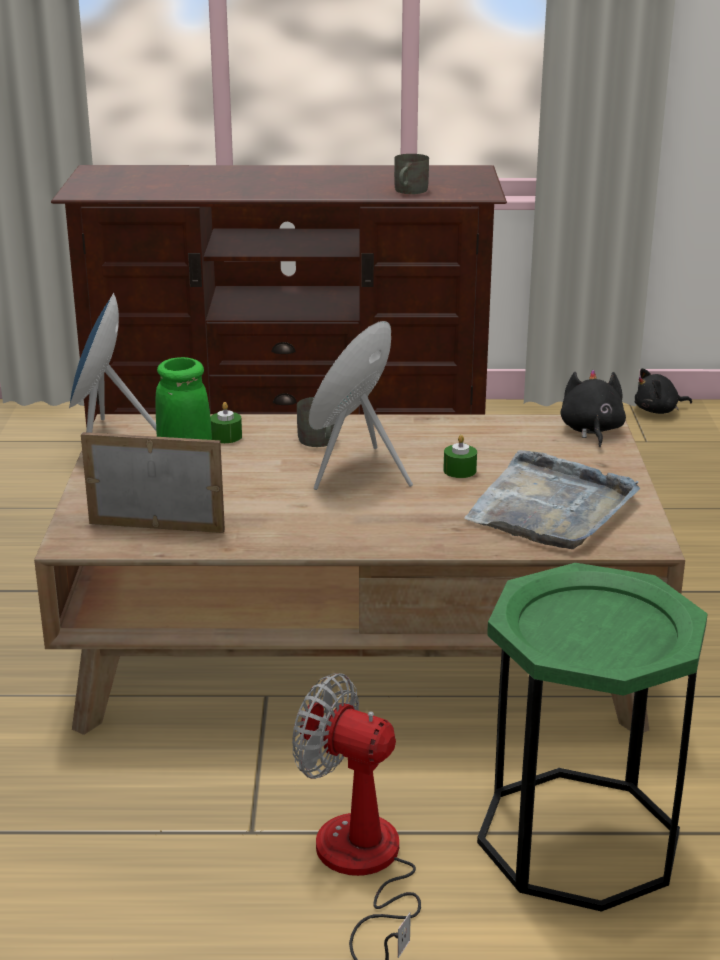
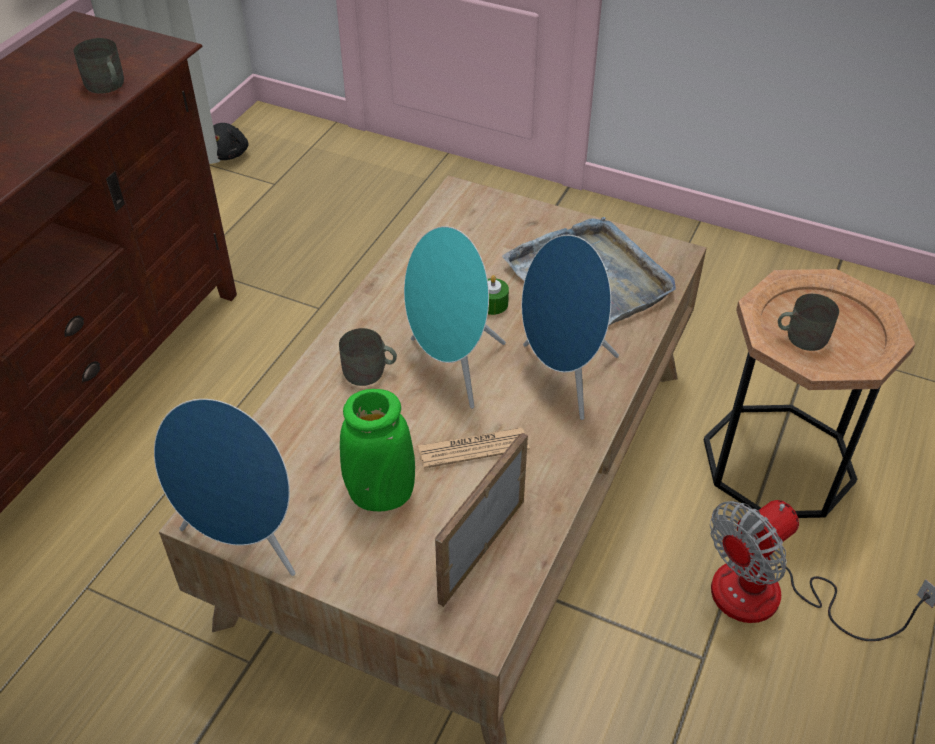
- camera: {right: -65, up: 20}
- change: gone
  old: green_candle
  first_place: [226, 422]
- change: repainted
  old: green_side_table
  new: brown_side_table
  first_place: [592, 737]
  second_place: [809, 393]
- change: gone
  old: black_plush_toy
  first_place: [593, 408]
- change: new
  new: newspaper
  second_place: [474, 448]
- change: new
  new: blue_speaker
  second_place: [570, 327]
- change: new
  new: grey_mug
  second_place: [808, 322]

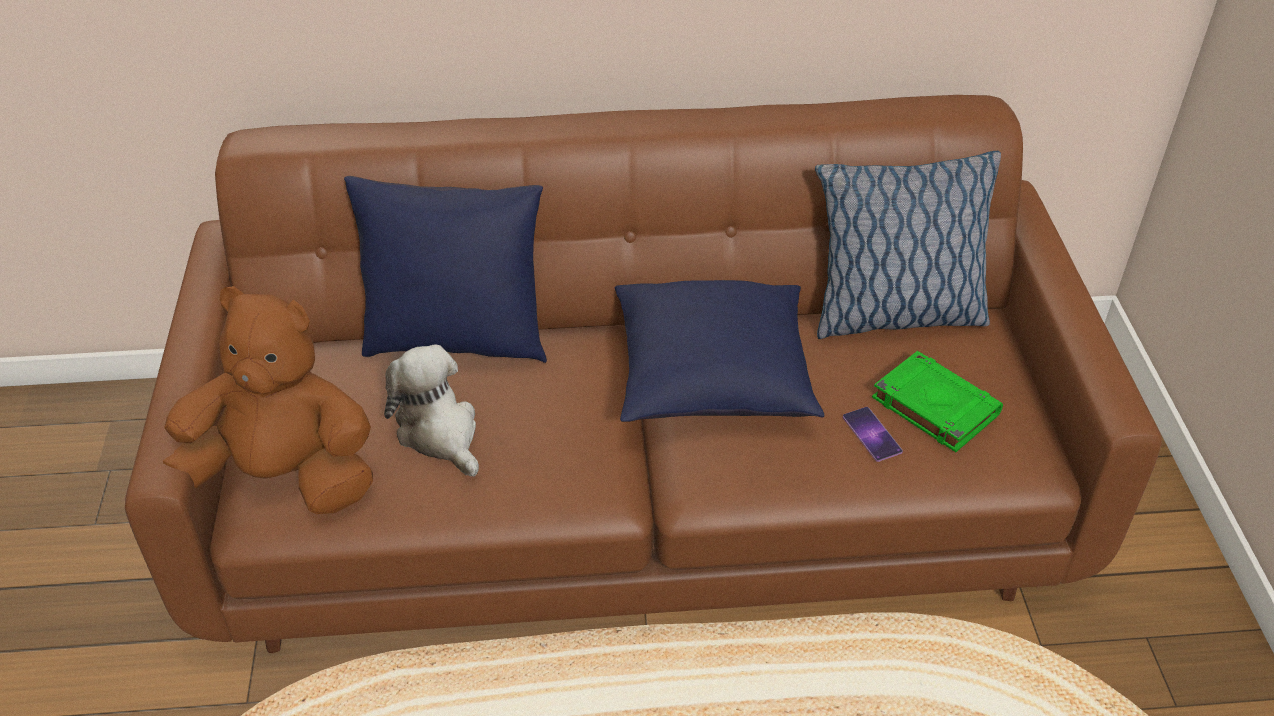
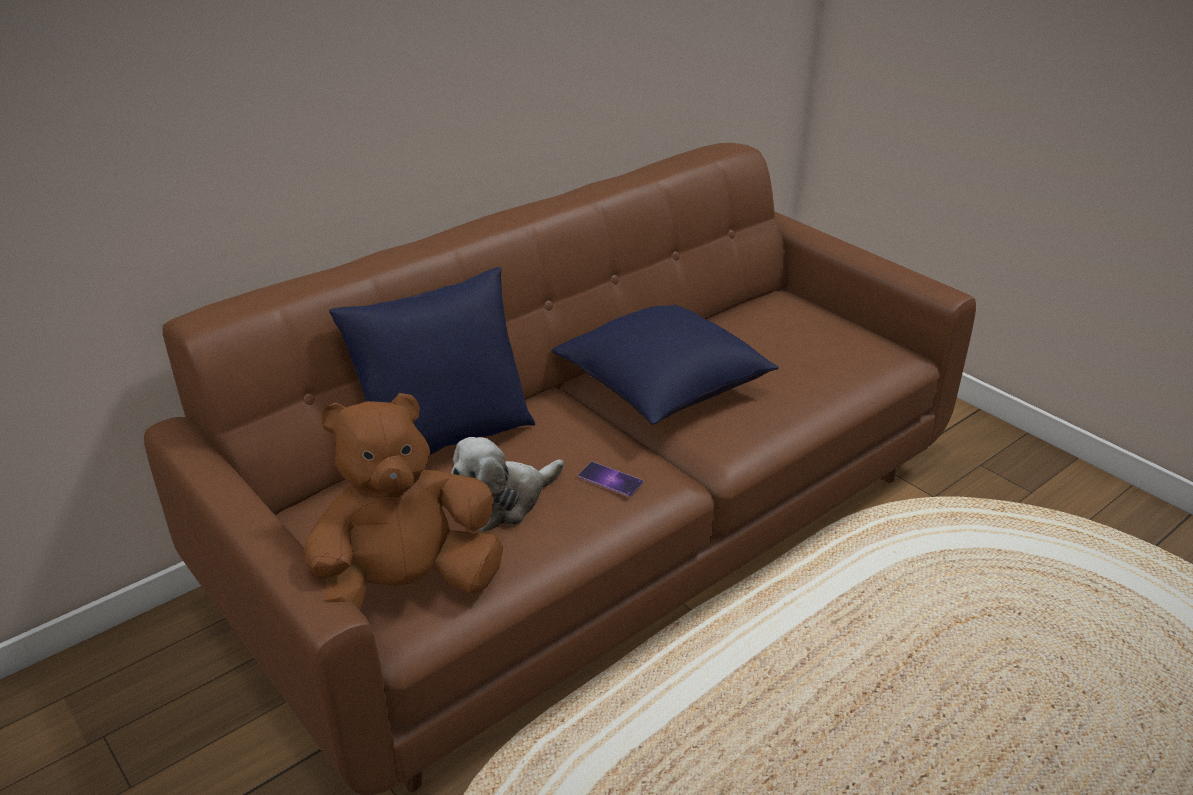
- camera: {right: -35, up: -10}
- change: rotated
  old: plush_toy
  first_place: [431, 410]
  second_place: [507, 484]
  degrees: -60
- change: gone
  old: pillow
  first_place: [908, 245]
- change: shifted
  old: phone
  first_place: [873, 434]
  second_place: [611, 479]
- change: gone
  old: green_book
  first_place: [937, 401]

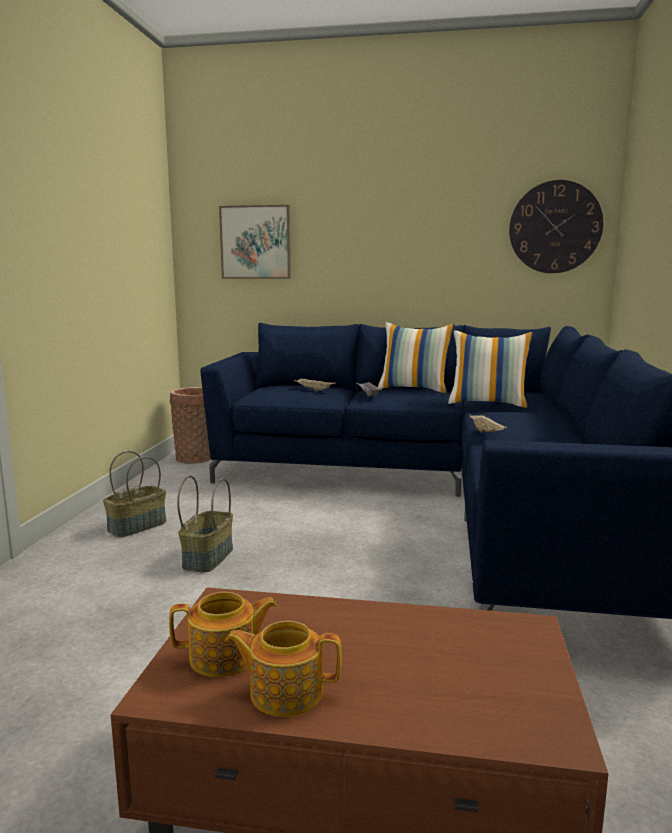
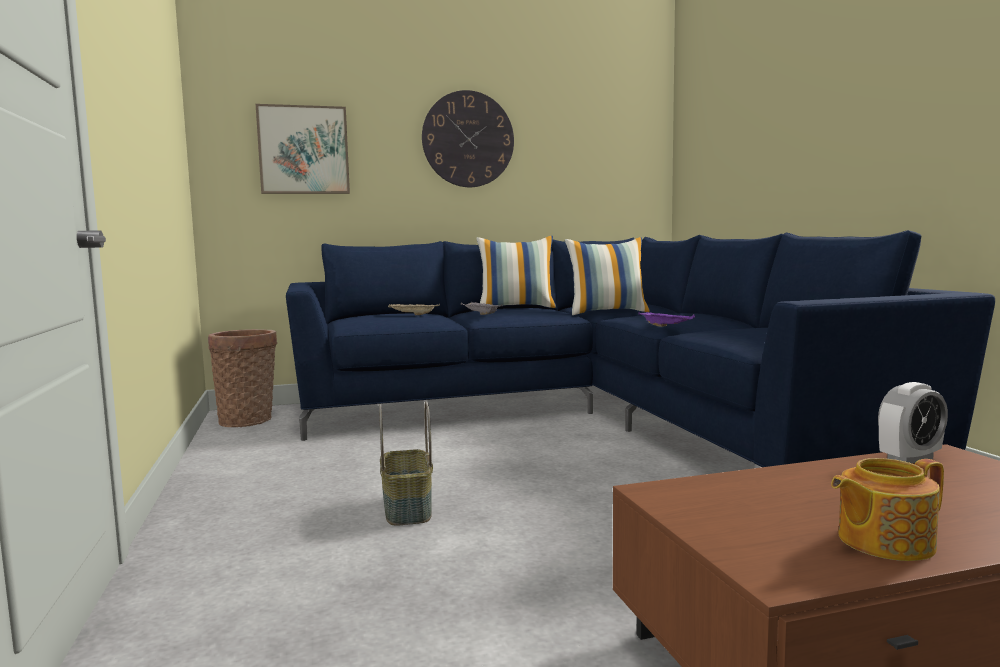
- camera: {right: -25, up: -5}
- change: gone
  old: basket
  first_place: [134, 494]
- change: gone
  old: teapot
  first_place: [223, 634]
- change: repainted
  old: beige_tray
  new: purple_tray
  first_place: [488, 423]
  second_place: [666, 319]
- change: shifted
  old: wall_clock
  first_place: [556, 226]
  second_place: [468, 138]
- change: new
  new: alarm_clock
  second_place: [913, 422]

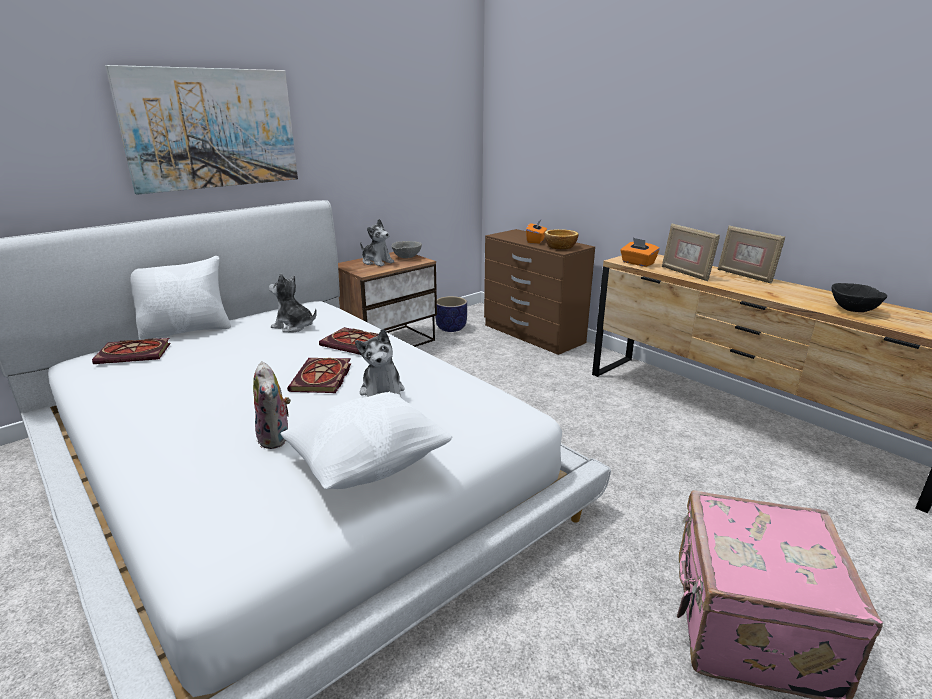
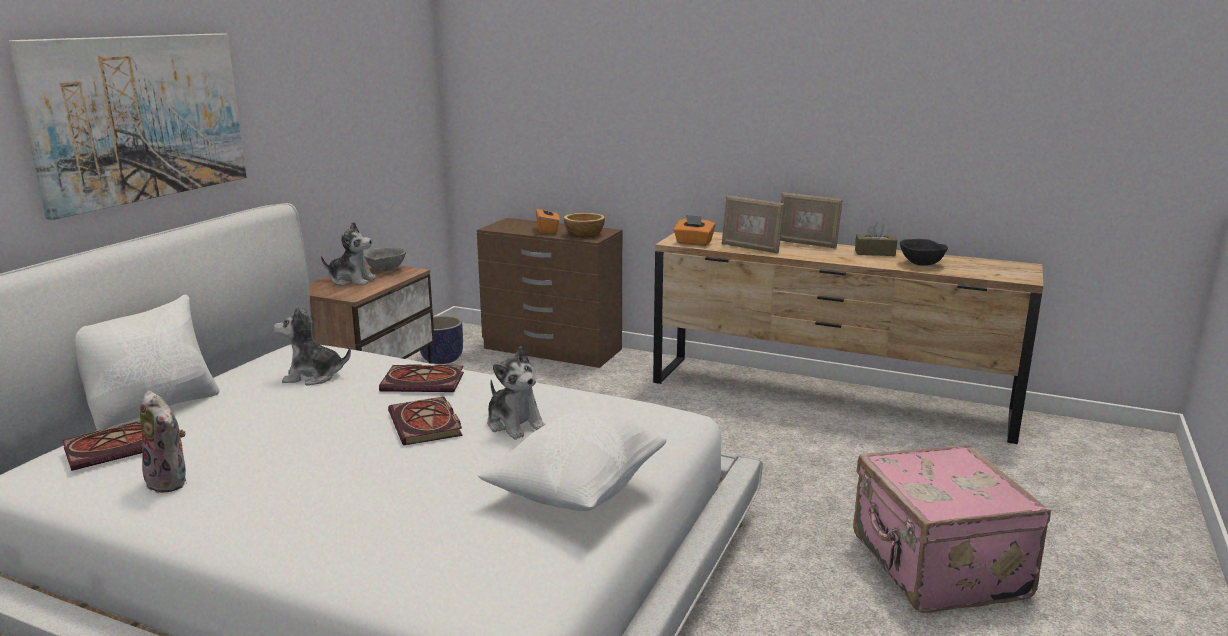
- camera: {right: -25, up: -5}
- change: shifted
  old: plush_toy
  first_place: [272, 405]
  second_place: [163, 442]
- change: new
  new: brown_tissue_box
  second_place: [876, 239]

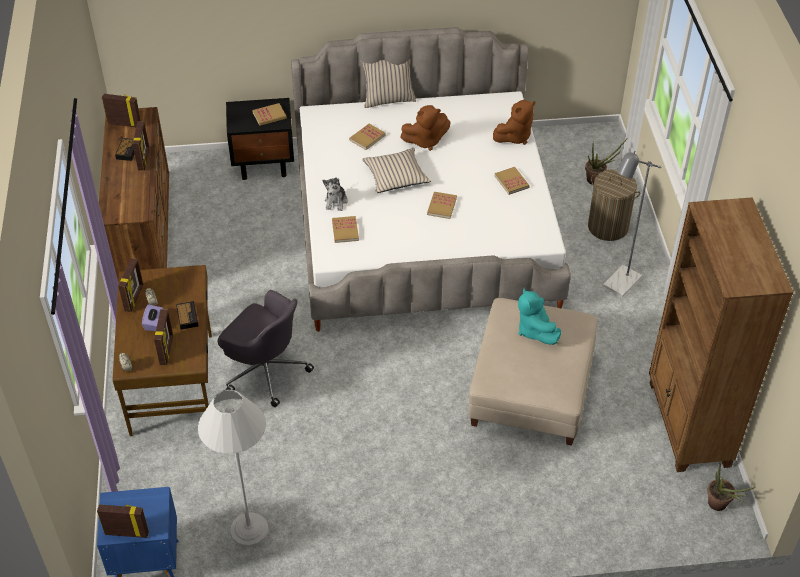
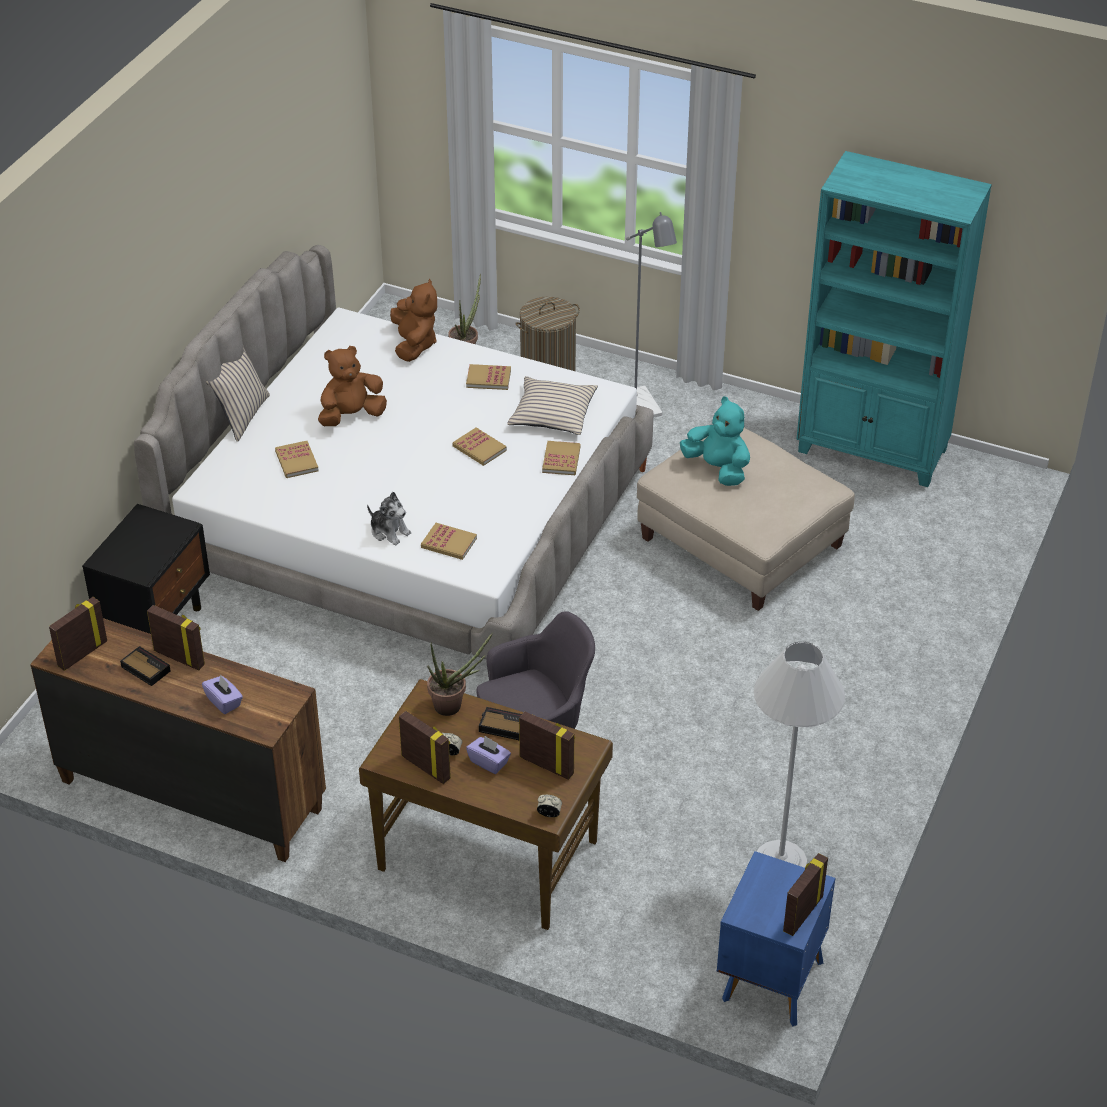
- camera: {right: -60, up: -5}
- change: shifted
  old: book
  first_place: [269, 114]
  second_place: [561, 458]
- change: shifted
  old: beige_pillow
  first_place: [396, 170]
  second_place: [552, 405]
- change: rotated
  old: brown_plush_toy
  first_place: [425, 128]
  second_place: [352, 386]
  degrees: -135
- change: rotated
  old: turquoise_plush_toy
  first_place: [539, 316]
  second_place: [715, 441]
  degrees: -150
- change: repainted
  old: brown_bookcase
  new: turquoise_bookcase
  first_place: [721, 334]
  second_place: [894, 319]
- change: shifted
  old: potted_plant
  first_place: [731, 485]
  second_place: [460, 674]
- change: new
  new: purple_tissue_box
  second_place: [222, 694]

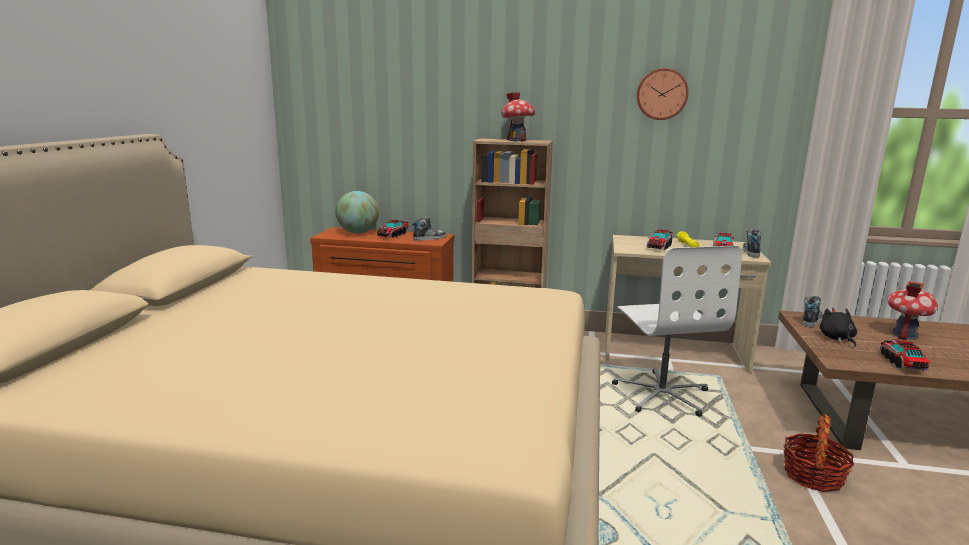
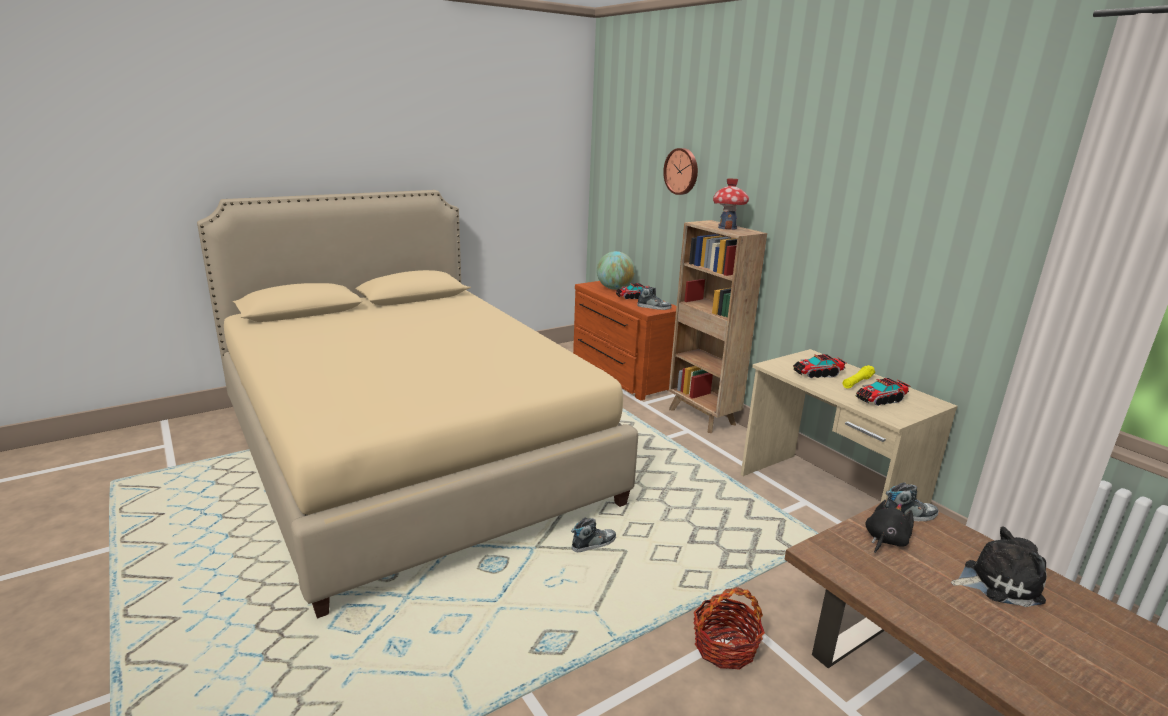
- camera: {right: 45, up: 5}
- change: gone
  old: white_office_chair
  first_place: [677, 331]
- change: shifted
  old: wall_clock
  first_place: [663, 94]
  second_place: [680, 171]
- change: shifted
  old: shoe
  first_place: [752, 243]
  second_place: [593, 534]
- change: gone
  old: toy_truck
  first_place: [905, 354]
- change: swapped
  old: toy_house
  new: plush_toy
  first_place: [912, 310]
  second_place: [999, 567]

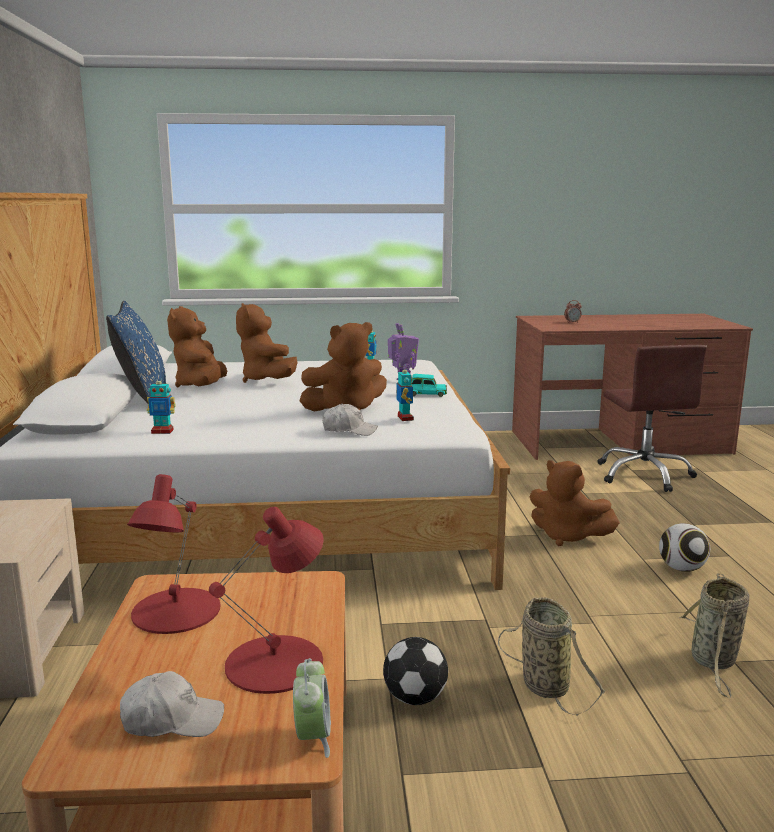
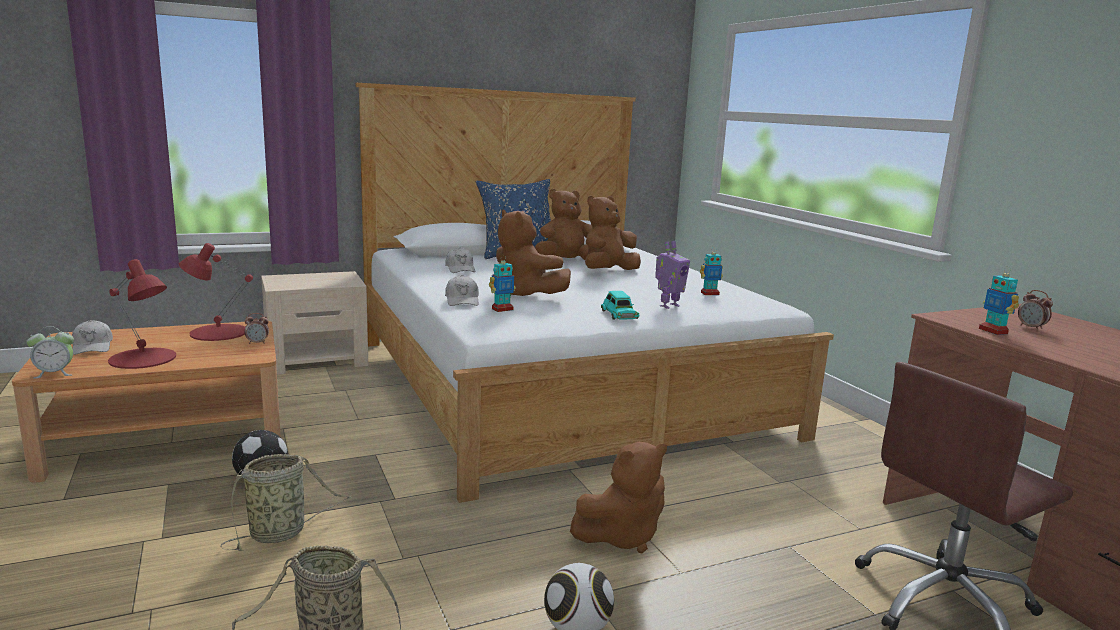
- camera: {right: 70, up: 0}
- change: shifted
  old: toy_robot
  first_place: [161, 404]
  second_place: [999, 301]
- change: rotated
  old: brown_plush_toy
  first_place: [574, 503]
  second_place: [618, 497]
  degrees: -135
- change: new
  new: alarm_clock
  second_place: [257, 328]
- change: new
  new: white_cap
  second_place: [460, 260]

